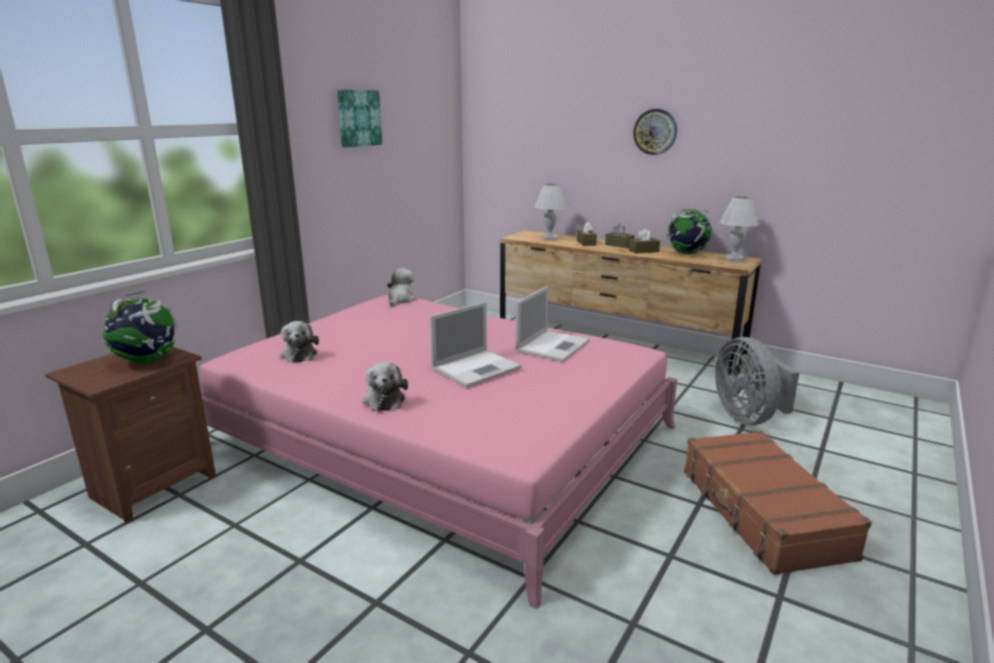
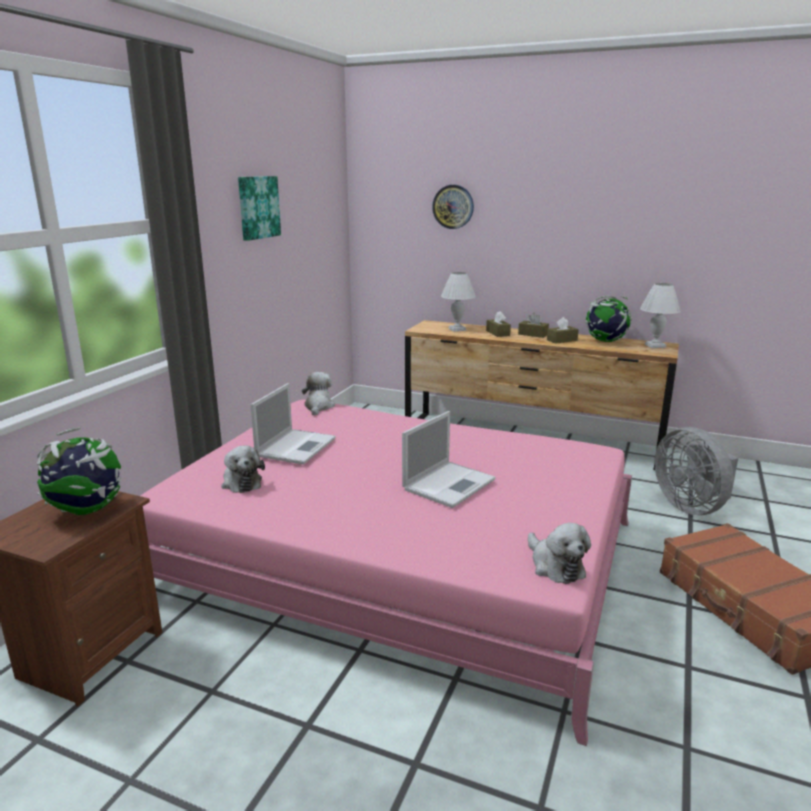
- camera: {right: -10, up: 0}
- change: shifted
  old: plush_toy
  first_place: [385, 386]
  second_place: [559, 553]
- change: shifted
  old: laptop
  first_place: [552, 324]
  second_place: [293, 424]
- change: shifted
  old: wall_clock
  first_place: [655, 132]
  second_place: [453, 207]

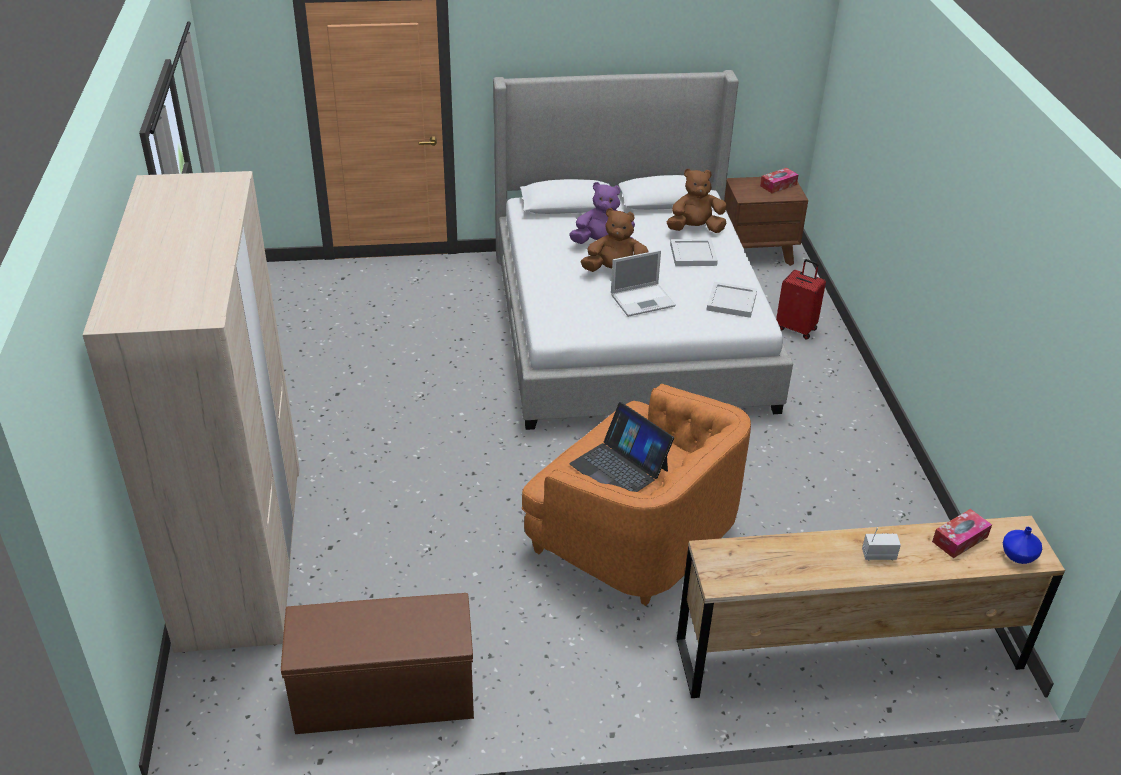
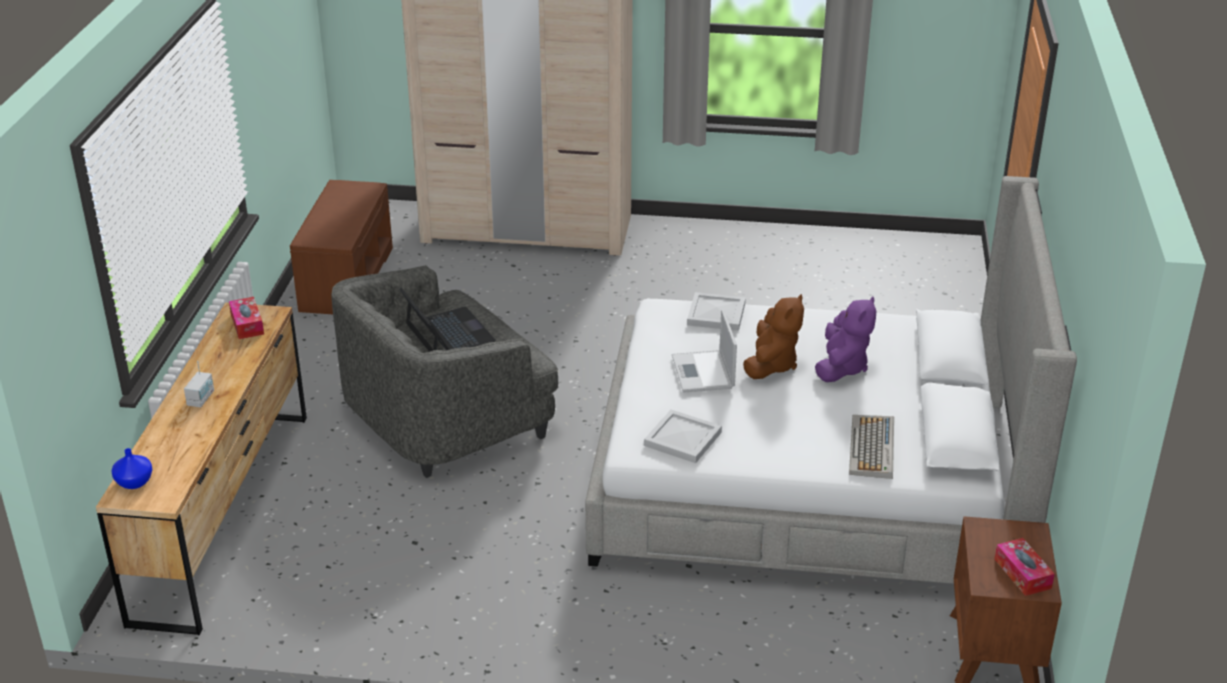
- camera: {right: 105, up: -5}
- change: repainted
  old: orange_armchair
  new: grey_armchair
  first_place: [636, 495]
  second_place: [444, 371]
- change: rotated
  old: laptop
  first_place: [621, 447]
  second_place: [447, 320]
  degrees: 90
- change: swapped
  old: brown_plush_toy
  new: keyboard
  first_place: [697, 201]
  second_place: [871, 447]
- change: shifted
  old: white_tray
  first_place: [694, 252]
  second_place: [716, 311]
- change: gone
  old: red_suitcase
  first_place: [801, 299]
- change: shifted
  old: tissue_box
  first_place: [962, 533]
  second_place: [246, 318]

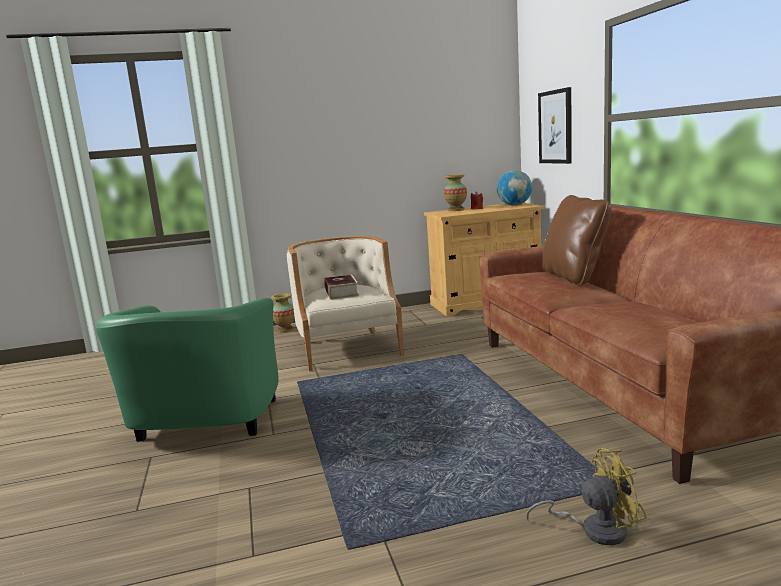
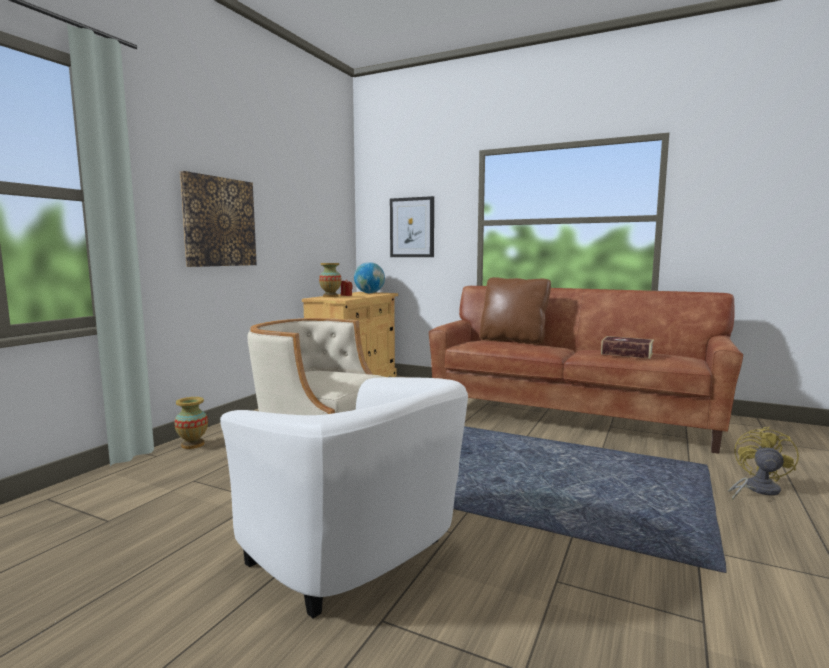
- camera: {right: -50, up: -5}
- change: repainted
  old: green_armchair
  new: white_armchair
  first_place: [187, 370]
  second_place: [344, 498]
- change: shifted
  old: book
  first_place: [341, 287]
  second_place: [627, 347]
- change: new
  new: picture
  second_place: [218, 219]

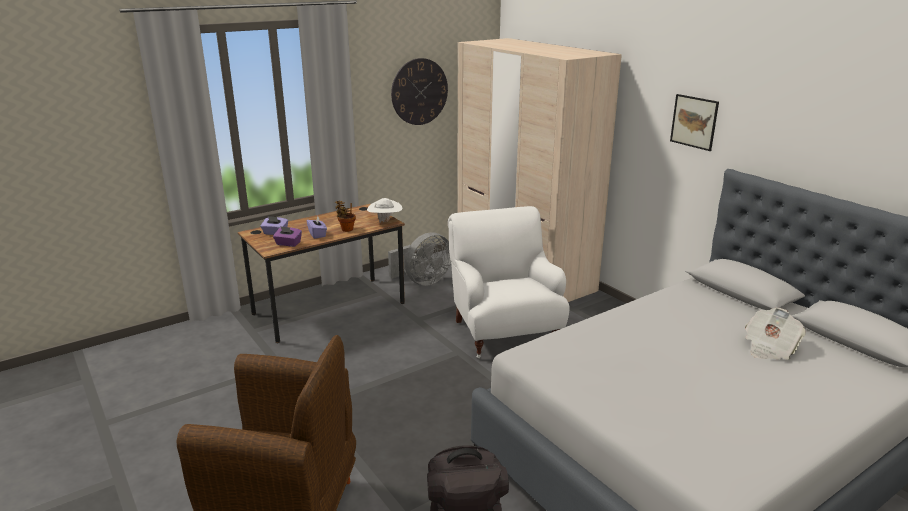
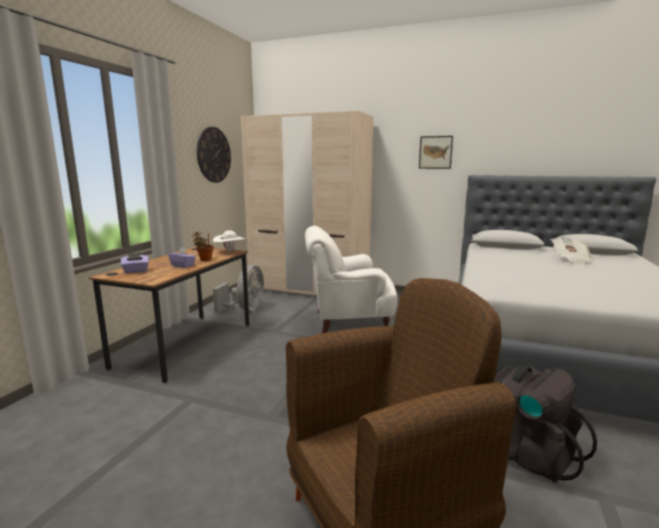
- camera: {right: -35, up: -10}
- change: gone
  old: purple_tissue_box
  first_place: [287, 236]
- change: rotated
  old: white_armchair
  first_place: [509, 282]
  second_place: [351, 280]
  degrees: -45

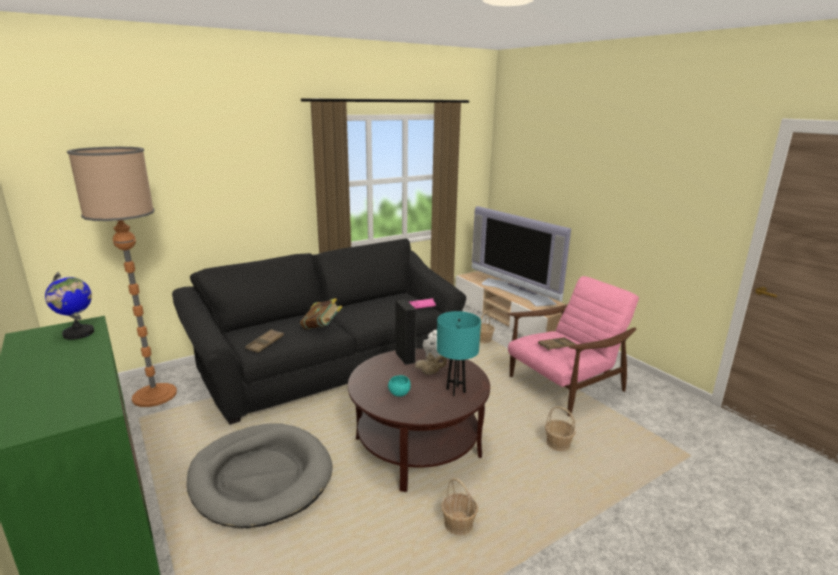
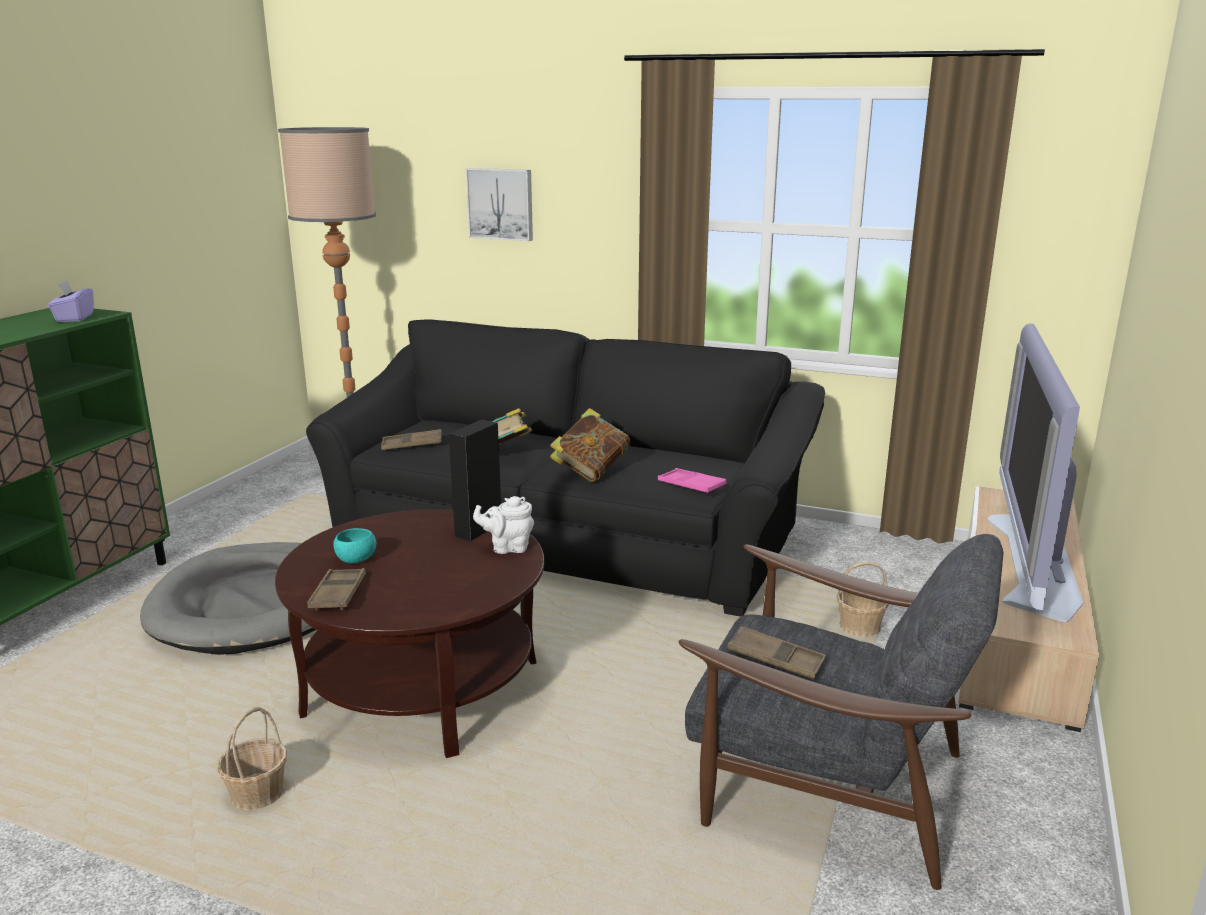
- camera: {right: 55, up: 0}
- change: swapped
  old: globe
  new: purple_tissue_box
  first_place: [69, 305]
  second_place: [71, 301]
- change: gone
  old: beige_teapot
  first_place: [431, 364]
- change: gone
  old: turquoise_table_lamp
  first_place: [459, 353]
- change: repainted
  old: pink_armchair
  new: grey_armchair
  first_place: [573, 346]
  second_place: [841, 712]
- change: gone
  old: basket
  first_place: [560, 428]
- change: new
  new: brown_tray
  second_place: [336, 589]
- change: new
  new: picture
  second_place: [499, 204]
- change: new
  new: book
  second_place: [590, 445]

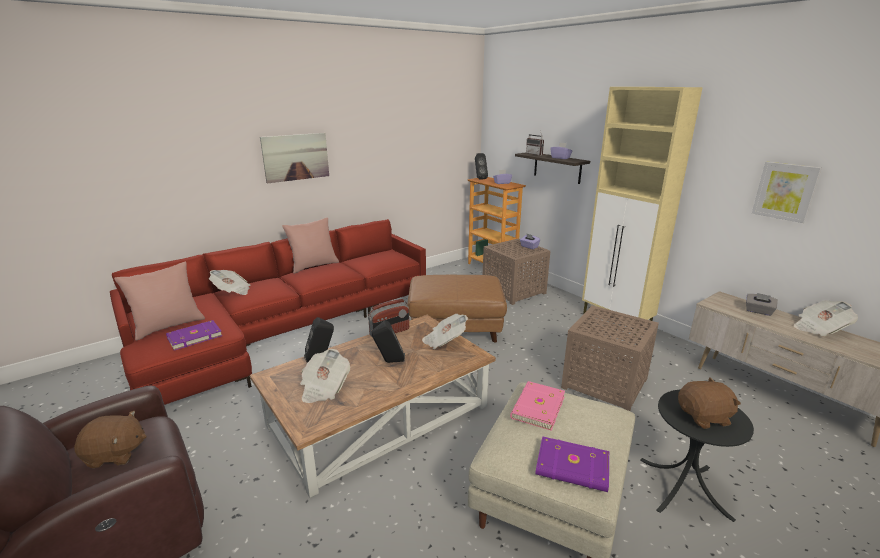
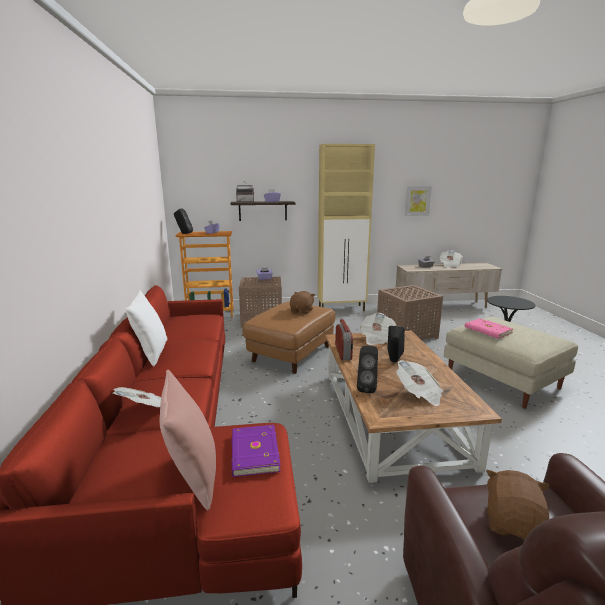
- camera: {right: -60, up: -5}
- change: gone
  old: picture
  first_place: [294, 158]
- change: repainted
  old: pink_pillow
  new: white_pillow
  first_place: [310, 245]
  second_place: [146, 328]
- change: gone
  old: purple_book
  first_place: [572, 464]
- change: shifted
  old: brown_plush_toy
  first_place: [709, 403]
  second_place: [302, 302]

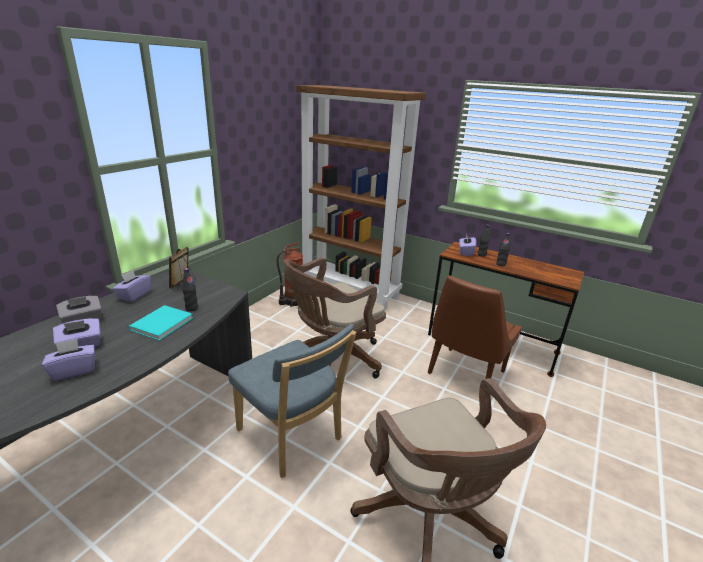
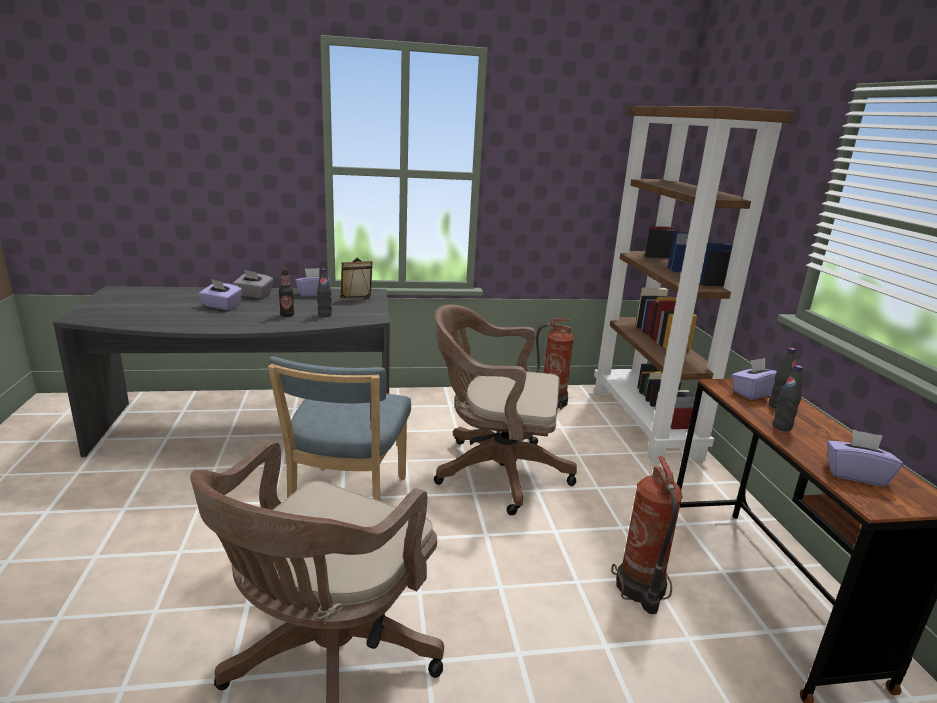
- camera: {right: 50, up: -5}
- change: shifted
  old: purple_tissue_box
  first_place: [68, 360]
  second_place: [865, 458]
- change: swapped
  old: turquoise_book
  new: bottle
  first_place: [161, 323]
  second_place: [286, 292]
- change: swapped
  old: brown_chair
  new: fire_extinguisher
  first_place: [474, 327]
  second_place: [647, 534]

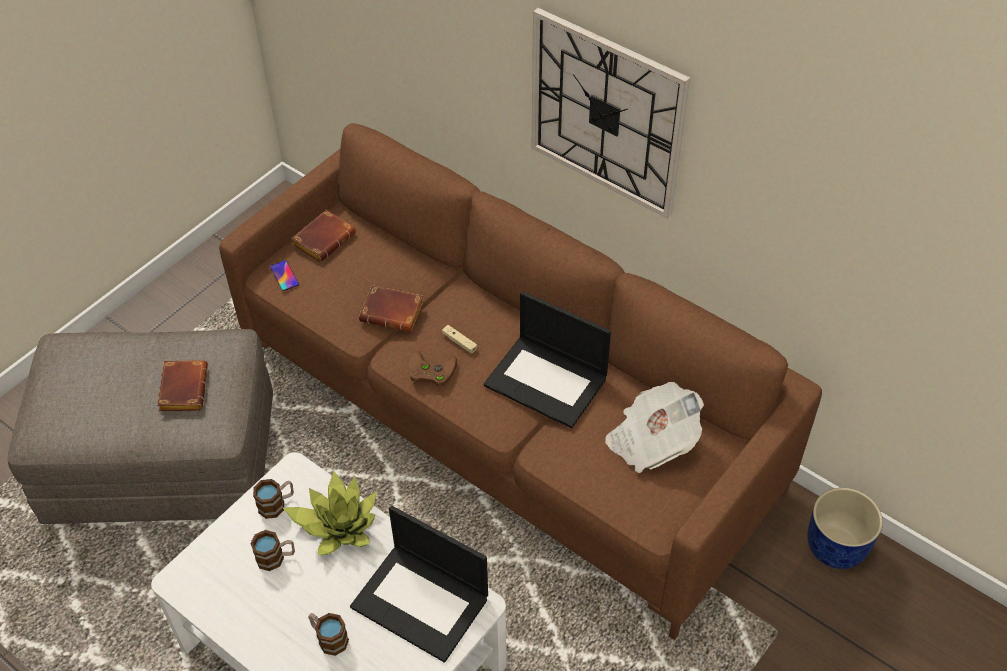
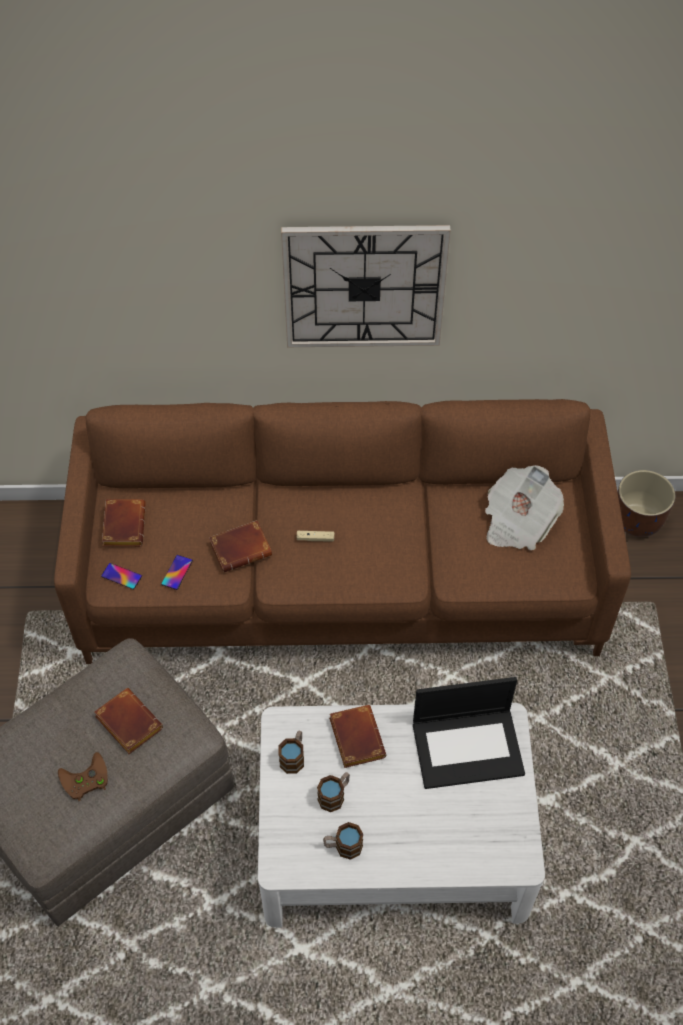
- camera: {right: -40, up: 5}
- change: swapped
  old: potted_plant
  new: brown_book
  first_place: [330, 513]
  second_place: [358, 736]
- change: shifted
  old: mug
  first_place: [328, 634]
  second_place: [343, 841]
- change: shifted
  old: brown_game_controller
  first_place: [433, 369]
  second_place: [83, 776]
- change: gone
  old: laptop
  first_place: [547, 359]
- change: repainted
  old: blue_planter
  new: brown_planter
  first_place: [845, 528]
  second_place: [646, 503]
- change: new
  new: phone
  second_place: [177, 572]

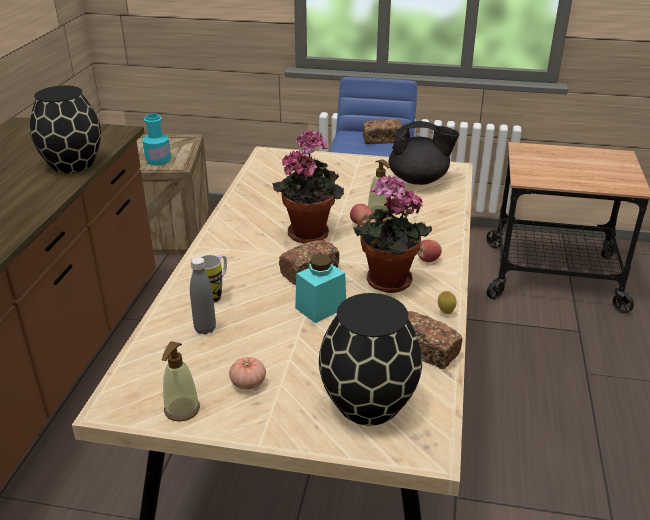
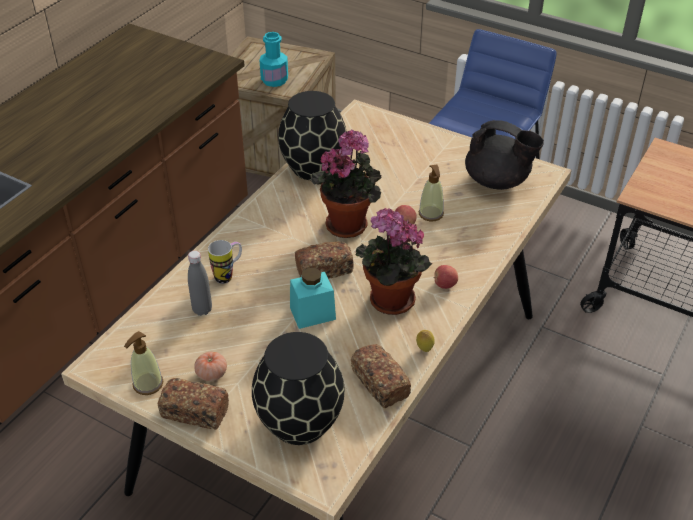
- camera: {right: 20, up: 10}
- change: shifted
  old: black_vase
  first_place: [65, 129]
  second_place: [312, 135]
- change: shifted
  old: bread
  first_place: [382, 131]
  second_place: [193, 404]

